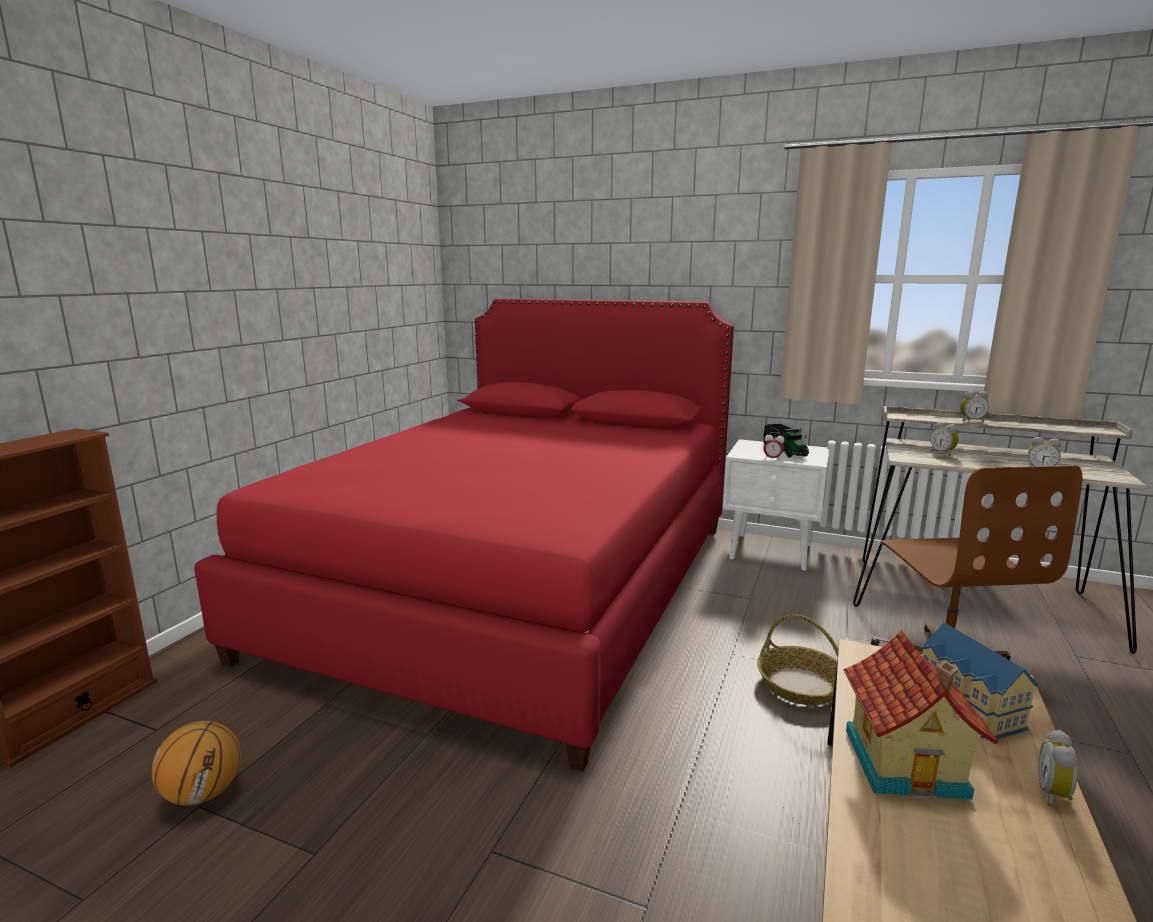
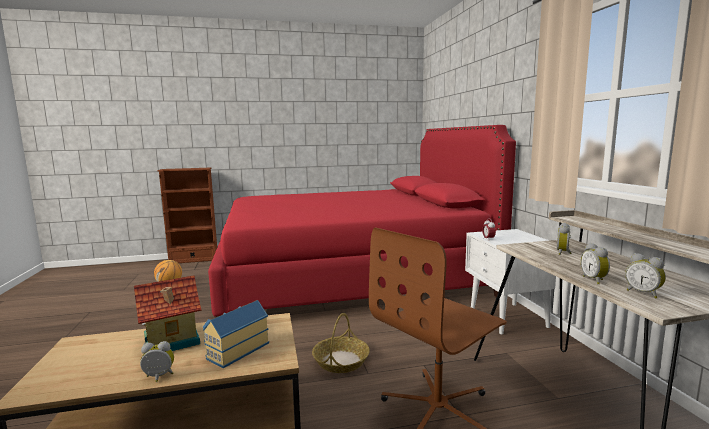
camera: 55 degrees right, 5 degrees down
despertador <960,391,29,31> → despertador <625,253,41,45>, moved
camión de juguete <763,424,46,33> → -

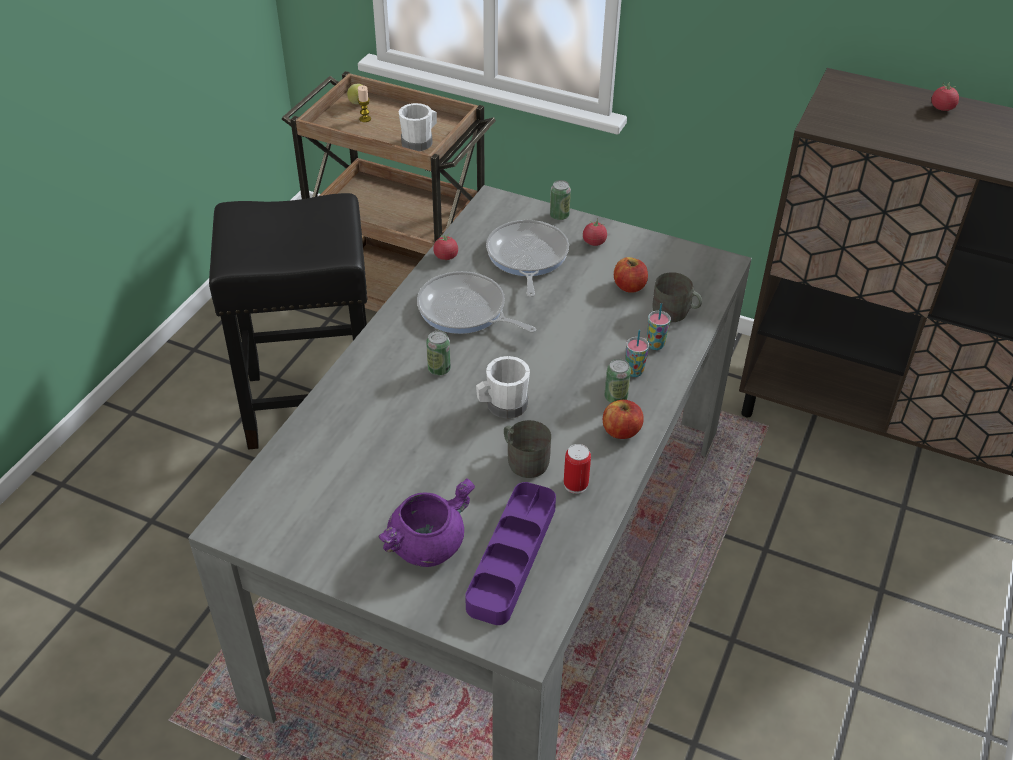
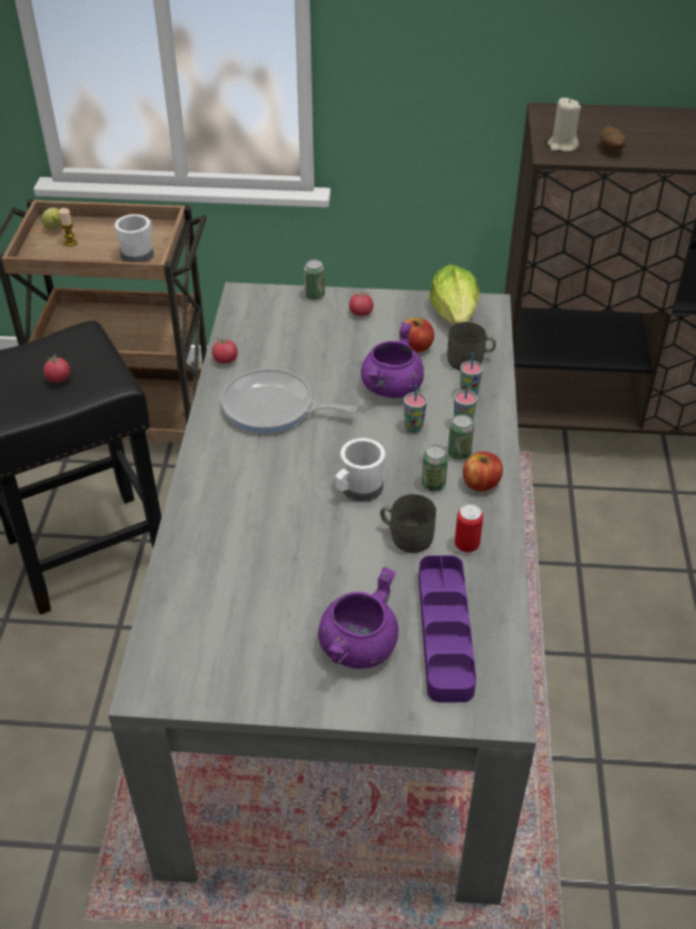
camera: 20 degrees left, 0 degrees up
tomate <931,82,28,29> → tomate <43,353,27,29>, moved
- → olla/morado <361,322,63,76>
- → taza <404,385,23,48>
lata <426,331,25,44> → lata <422,445,26,47>, moved
- → lechuga <429,264,50,61>
- → vela/beis <547,98,34,54>
- → patata <600,126,27,25>
sartén <486,220,83,77> → -

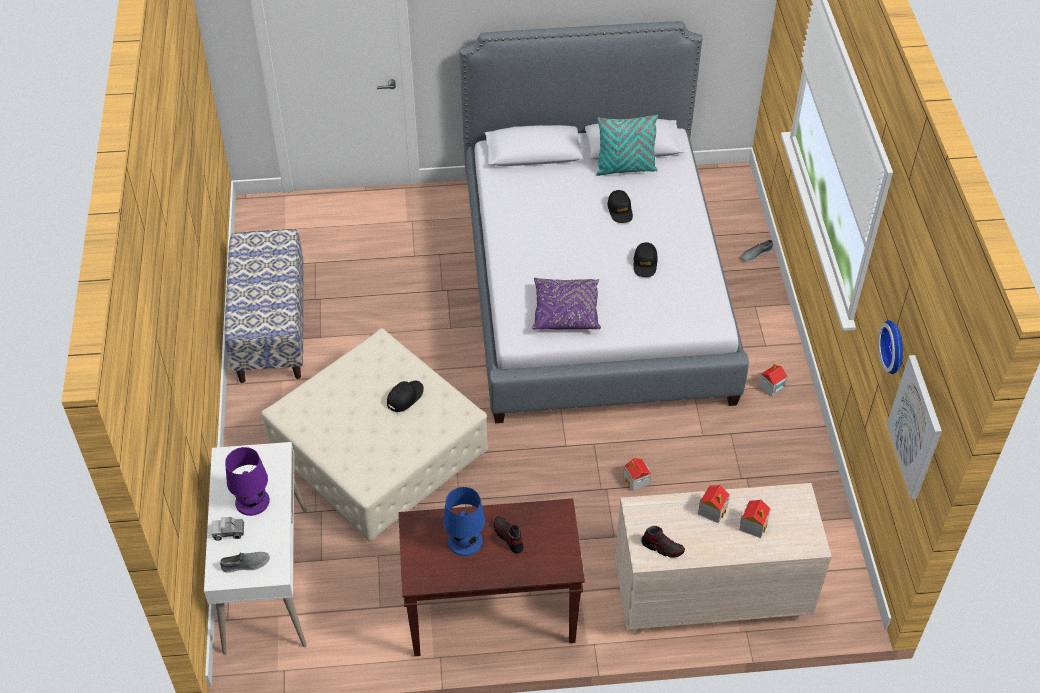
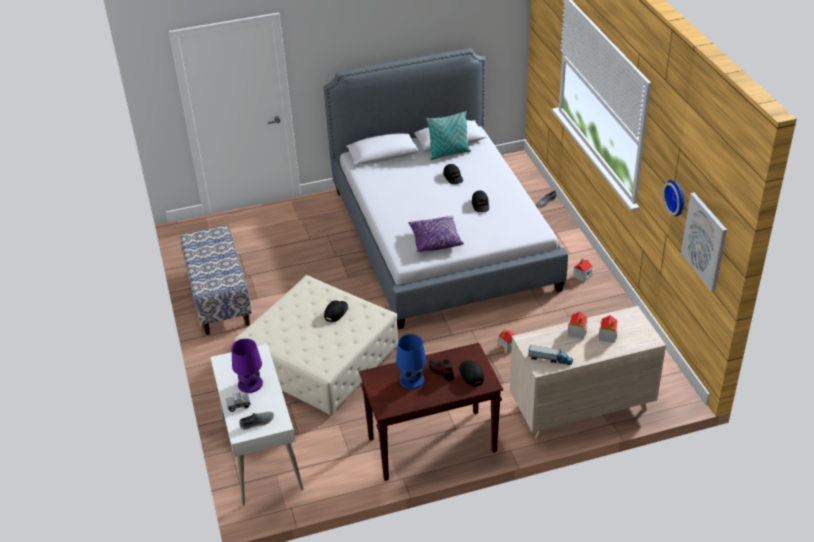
camera: 10 degrees left, 10 degrees down
- → gorra/negro <460,361,24,25>
zapato <641,526,44,32> → camión de juguete <528,345,45,20>

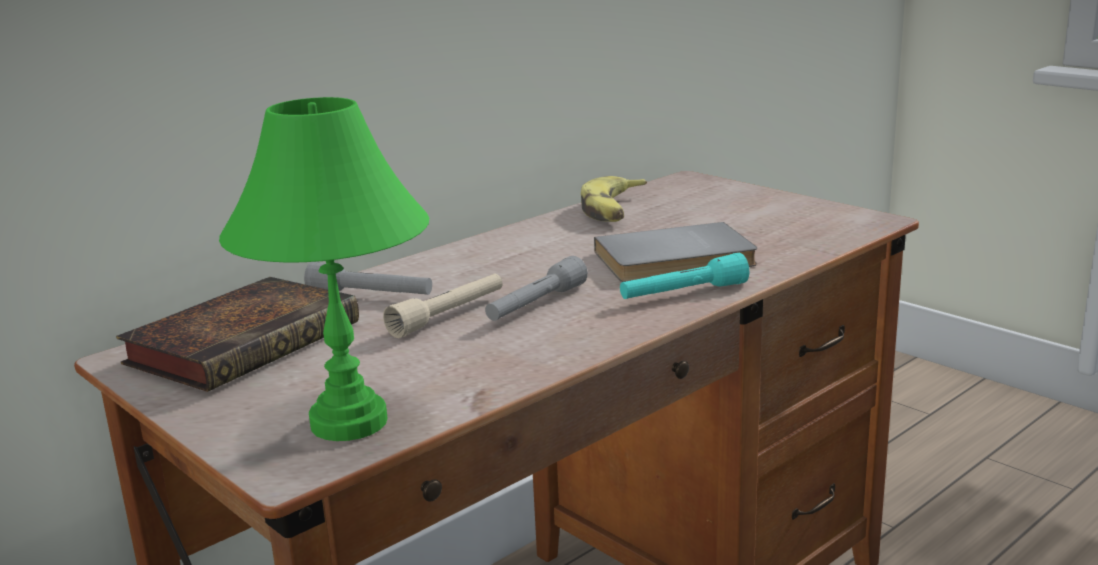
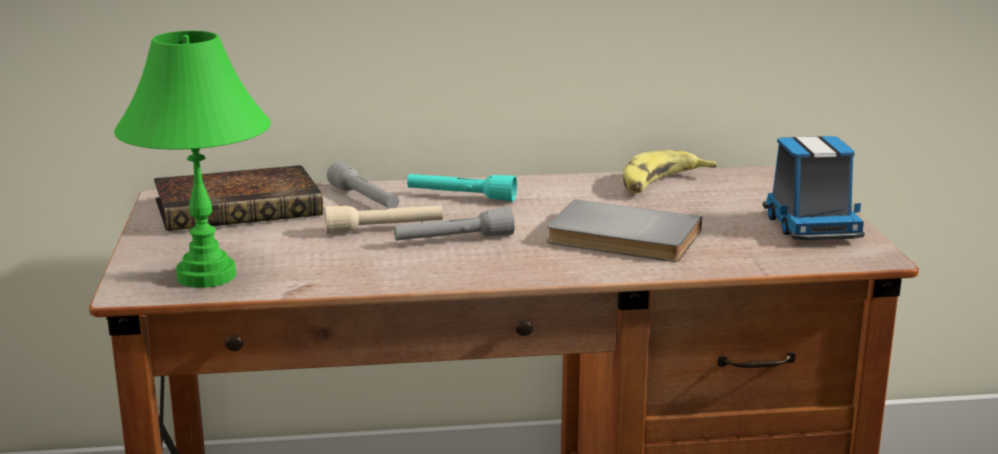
camera: 35 degrees right, 0 degrees up
linterna/turquesa <620,253,130,46> → linterna/turquesa <407,174,110,28>, moved
- → camión de juguete <762,136,103,104>

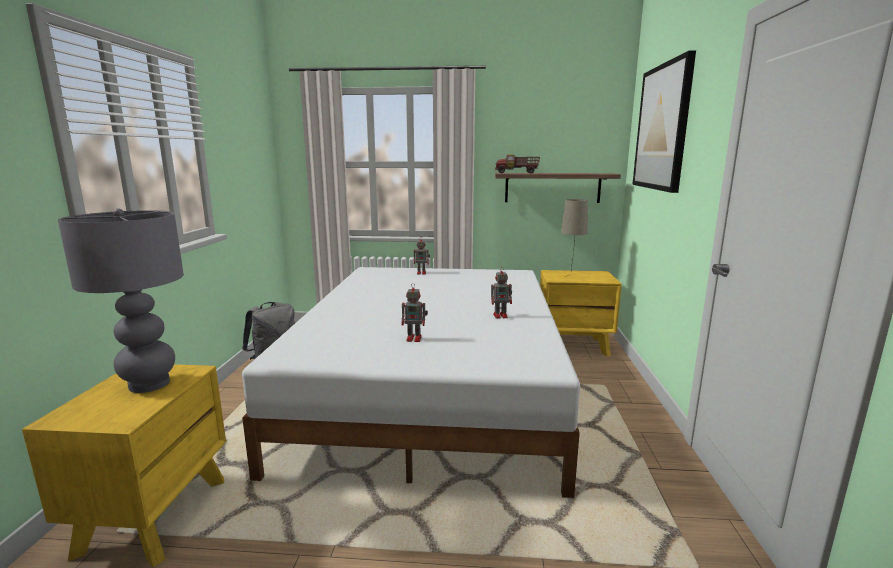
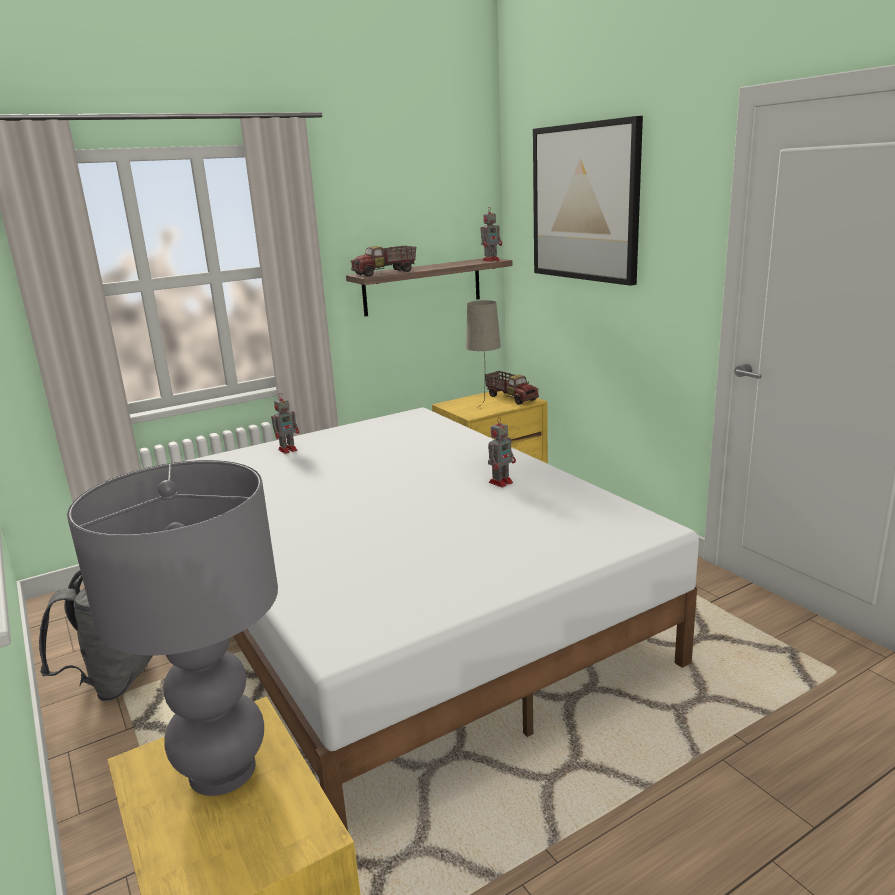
camera: 35 degrees left, 5 degrees up
robot de juguete <402,283,26,59> → robot de juguete <481,208,21,54>, moved
- → camión de juguete <485,371,54,34>

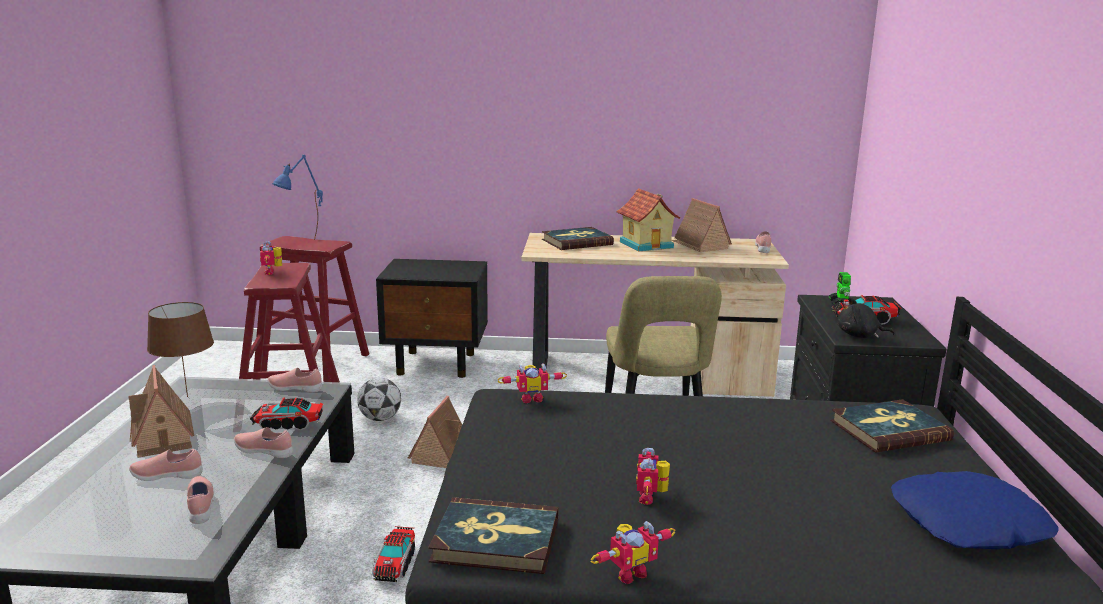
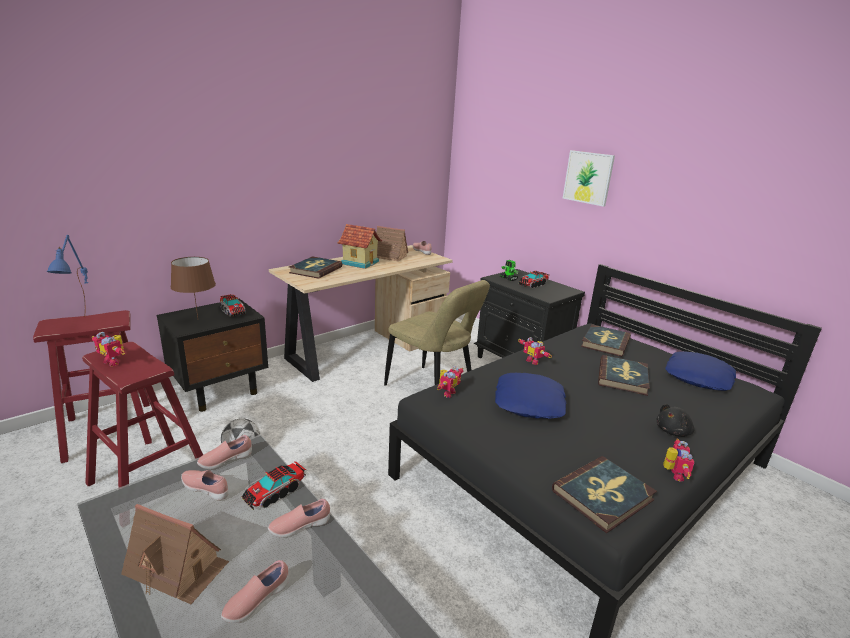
camera: 45 degrees left, 5 degrees up
lámpara de mesa/marrón <147,302,67,95> → lámpara de mesa/marrón <171,257,45,61>, moved
zapato/rosa <187,476,28,48> → zapato/rosa <181,470,48,30>, moved
camión de juguete <372,526,43,56> → camión de juguete <220,294,26,23>, moved
- → cojín/azul <495,373,72,46>
robot de juguete <636,448,34,57> → robot de juguete <518,337,34,28>, moved
- → cuadro <563,150,52,57>
- → libro <598,355,52,41>
peluche/negro <838,297,57,41> → peluche/negro <657,404,37,33>, moved
casita <408,396,54,72> → -

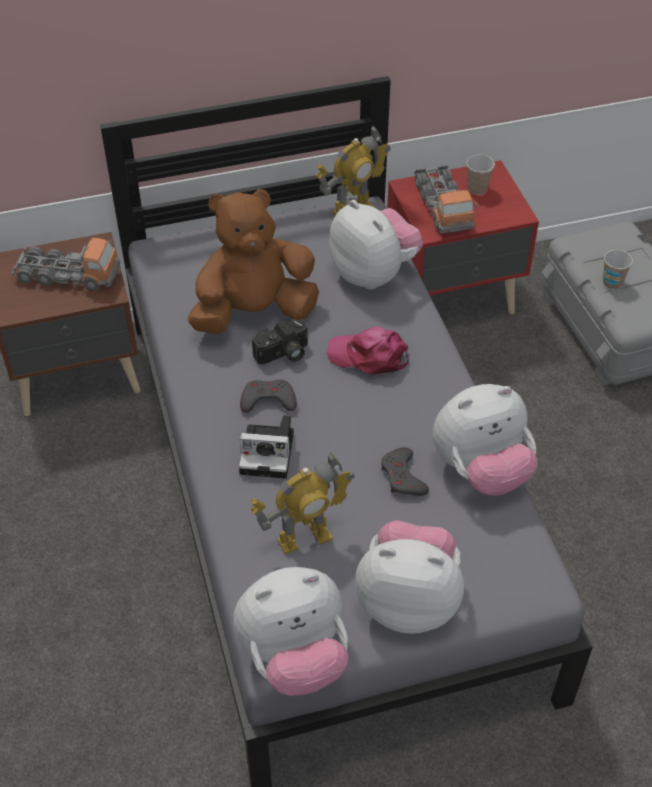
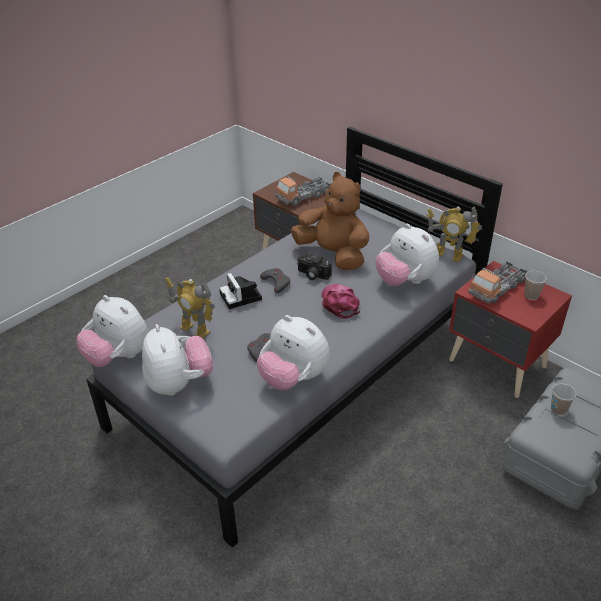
camera: 60 degrees right, 10 degrees down
camión de juguete <12,238,109,53> → camión de juguete <275,176,56,30>, 75 degrees clockwise
peluche <329,200,94,90> → peluche <375,224,64,62>, 120 degrees clockwise

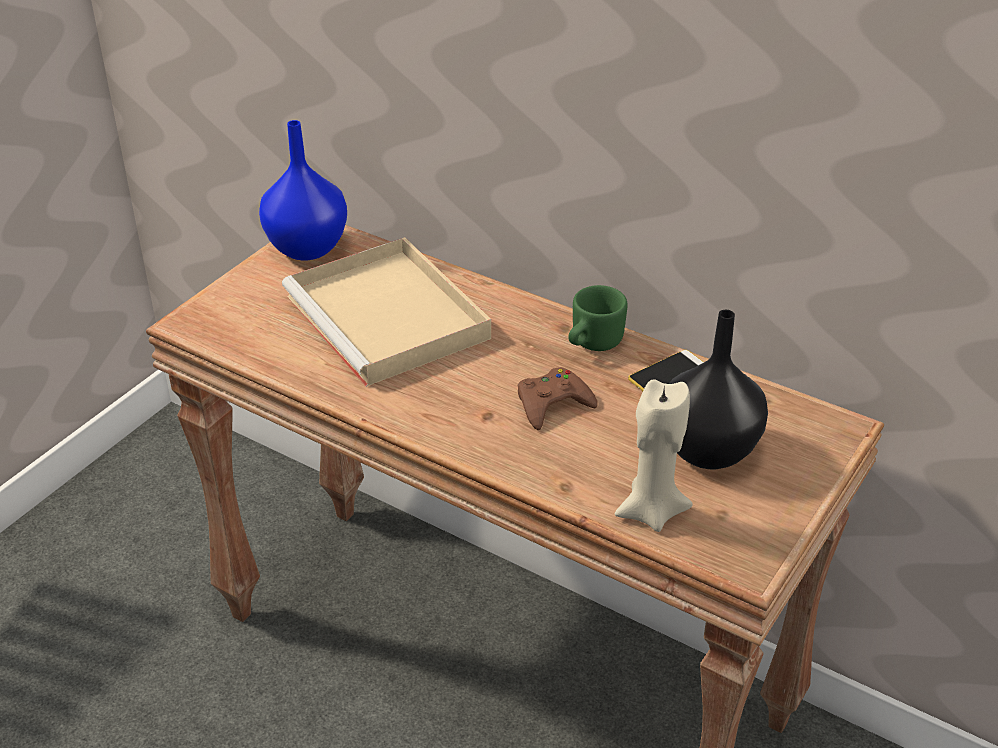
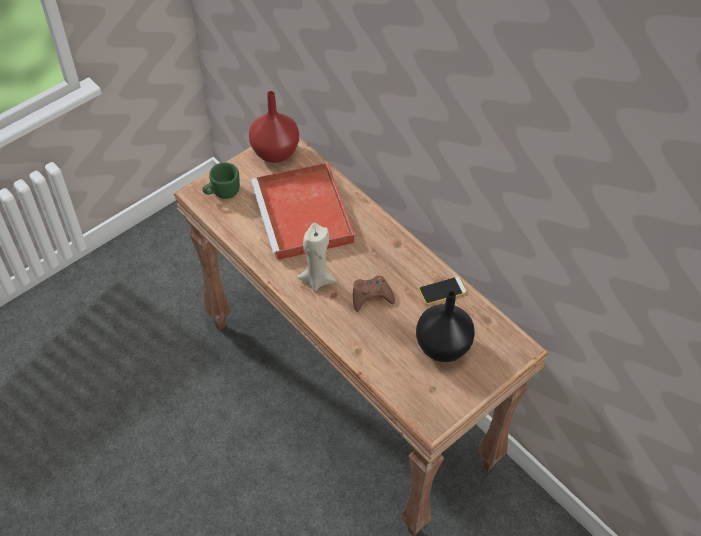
camera: 15 degrees right, 15 degrees up
taza grande/verde <568,285,59,66> → taza grande/verde <202,162,38,37>, moved
florero/azul <259,120,88,140> → florero/rojo <249,91,50,72>
bandeja/beis <282,237,209,150> → bandeja/rojo <251,163,104,97>
vela/beis <615,380,78,152> → vela/beis <297,223,40,68>, moved

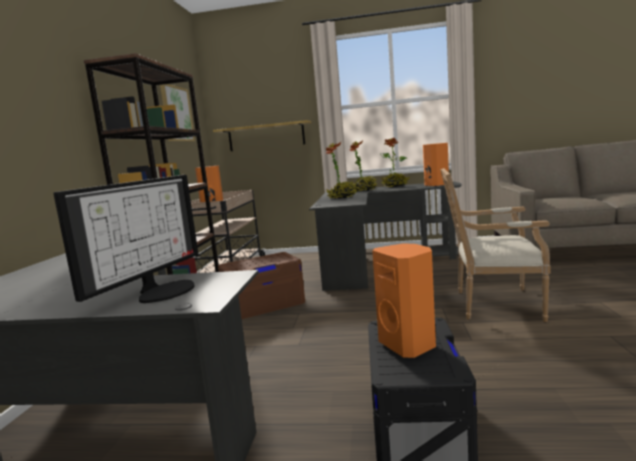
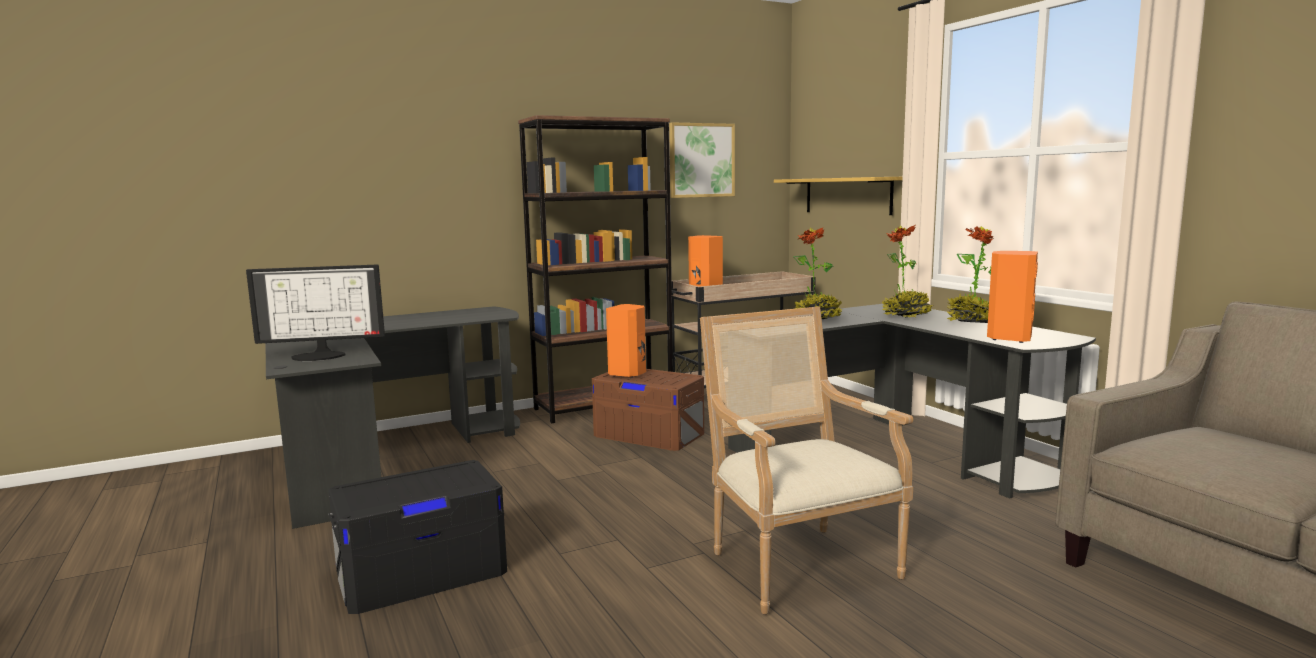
camera: 55 degrees right, 0 degrees up
altavoz/naranja <372,243,64,115> → altavoz/naranja <606,304,40,74>, moved

